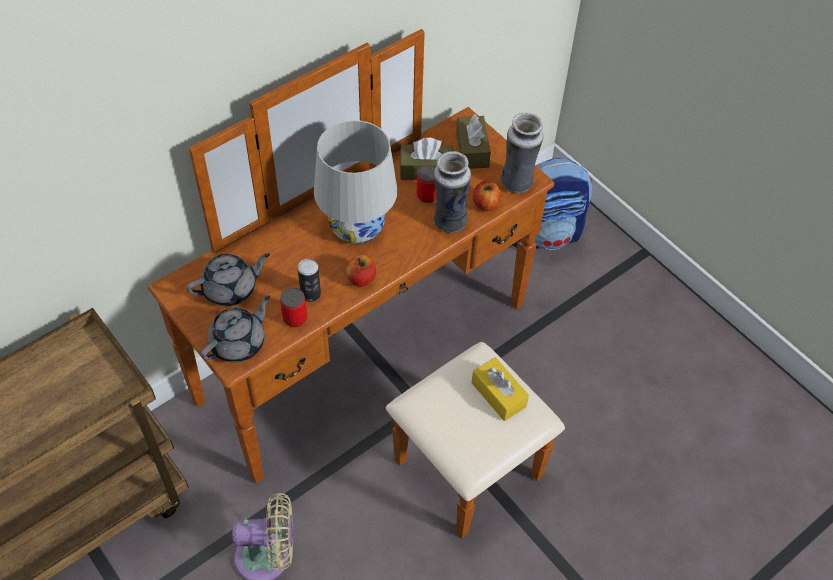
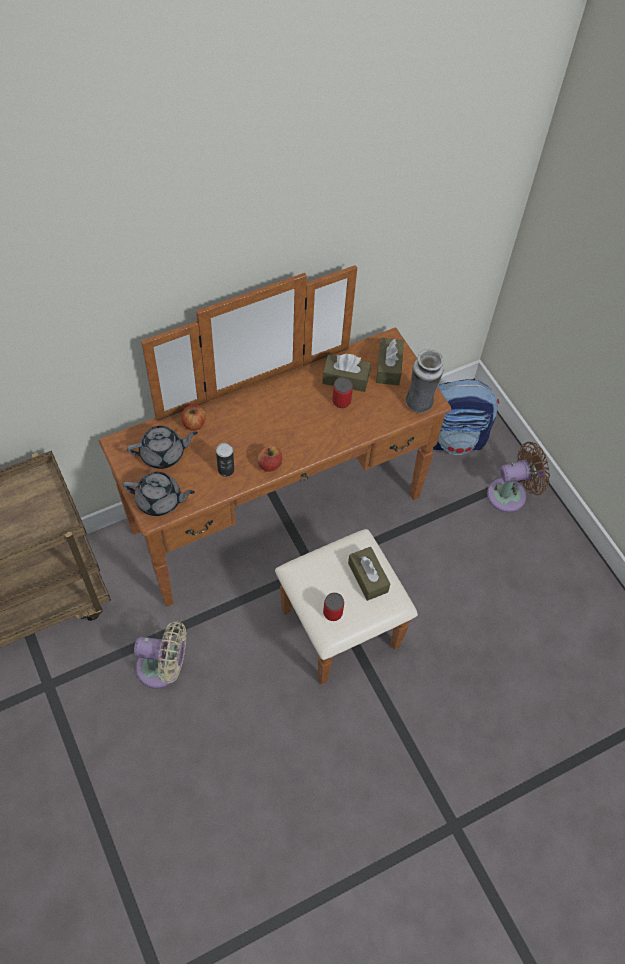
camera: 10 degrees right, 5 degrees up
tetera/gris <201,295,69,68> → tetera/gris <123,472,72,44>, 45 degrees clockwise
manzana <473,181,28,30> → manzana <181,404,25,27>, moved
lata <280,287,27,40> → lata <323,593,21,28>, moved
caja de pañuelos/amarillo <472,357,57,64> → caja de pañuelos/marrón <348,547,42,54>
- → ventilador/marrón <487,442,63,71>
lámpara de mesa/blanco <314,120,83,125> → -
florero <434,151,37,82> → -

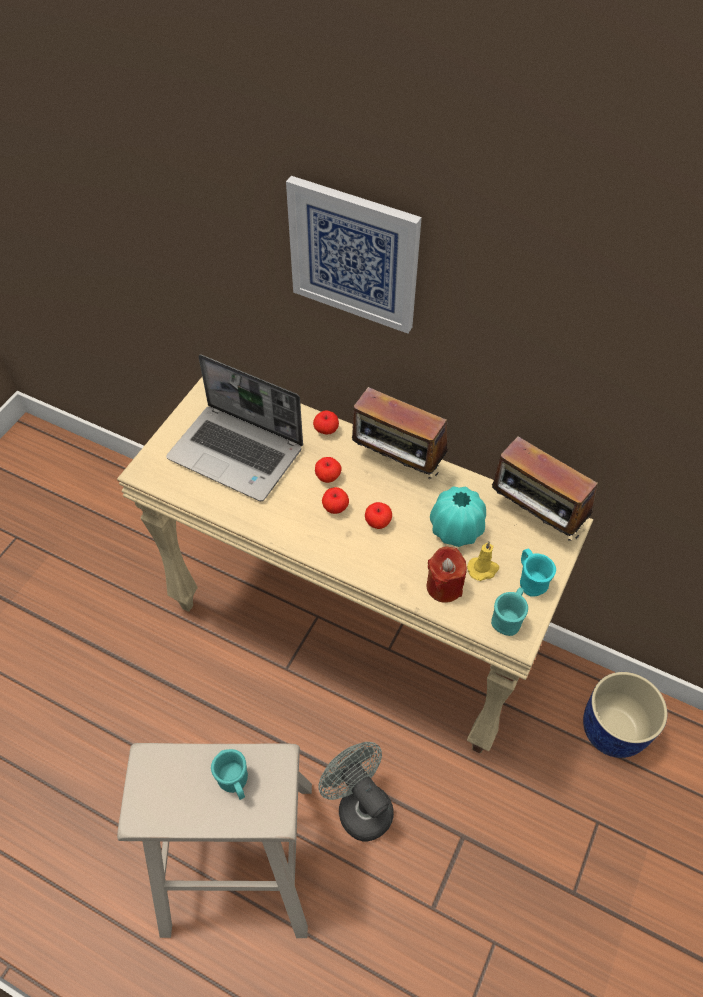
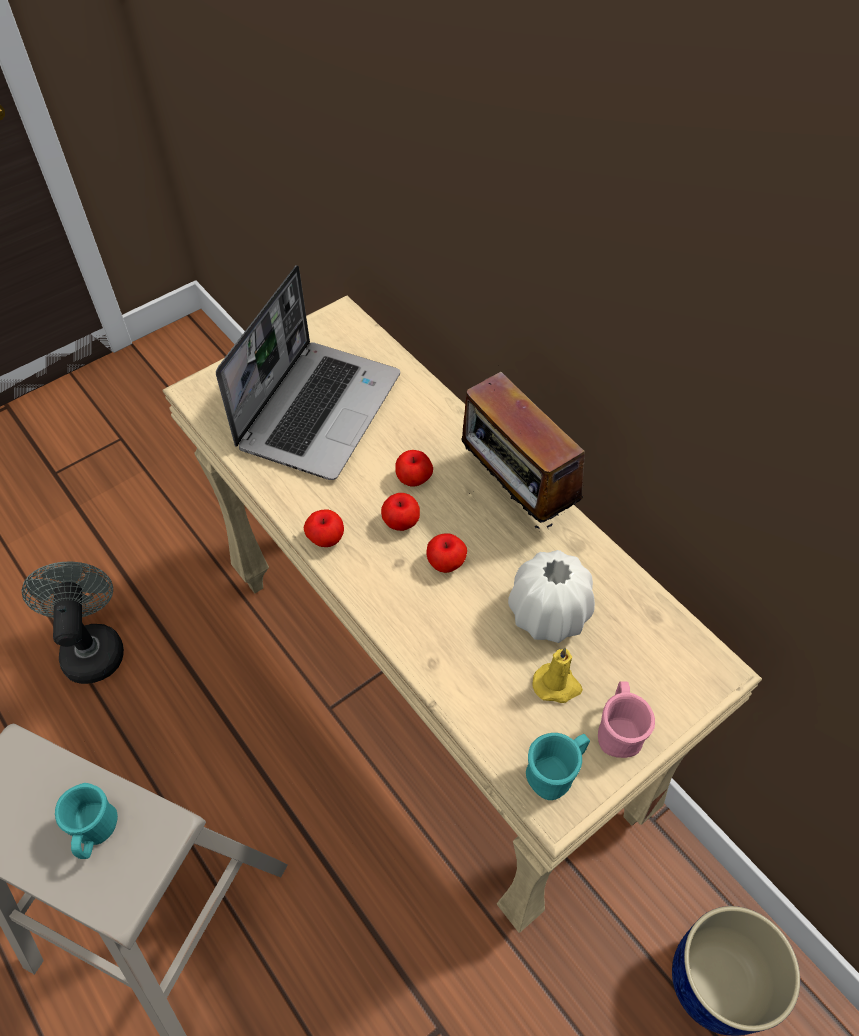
camera: 25 degrees right, 0 degrees up
ventilador/gris <318,742,76,99> → ventilador/gris <22,562,102,122>, moved
portátil <166,354,137,147> → portátil <216,265,184,215>, 120 degrees counterclockwise
manzana <313,411,26,24> → manzana <304,509,40,38>, moved
florero/turquesa <430,486,56,61> → florero/blanco <508,550,87,93>
taza grande/turquesa <520,548,36,49> → taza grande/rosa <598,681,57,77>
cuadro <286,176,136,158> → -
vela/rojo <427,547,40,56> → -
radio <492,436,106,105> → -

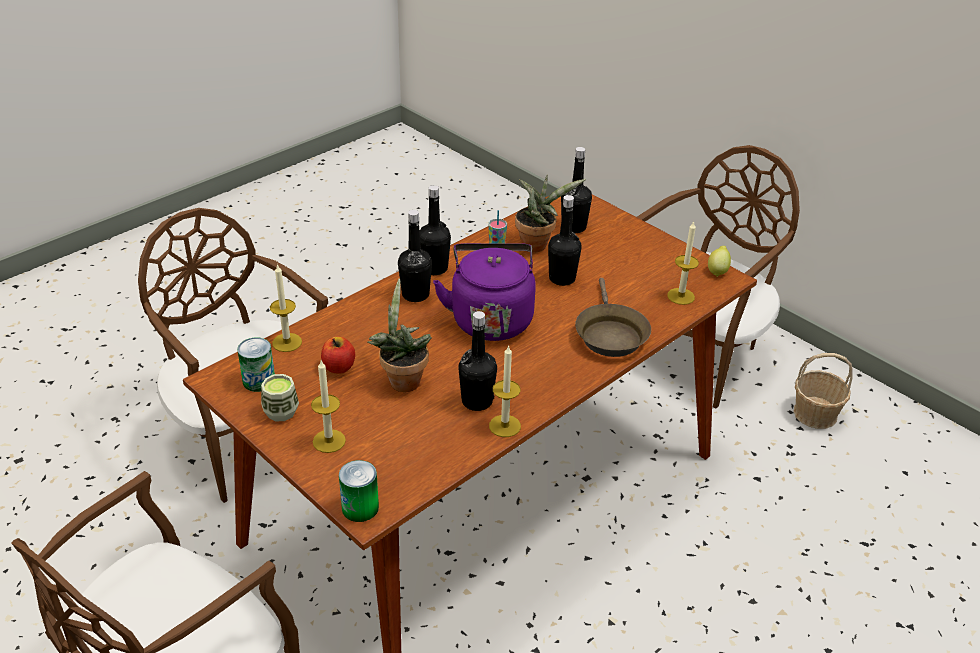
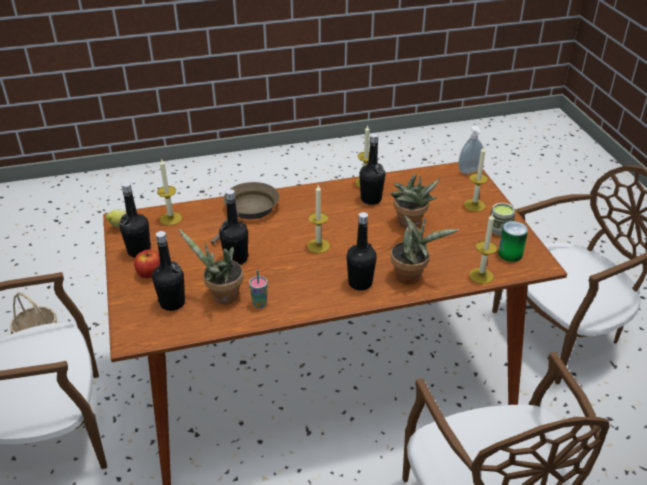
camera: 150 degrees left, 0 degrees up
botella/negro <419,185,32,90> → botella/negro <120,182,31,76>, moved
manzana <321,336,34,38> → manzana <134,249,26,30>, moved
hervidor/morado <433,243,103,98> → vela <307,185,23,68>
- → planta en maceta <391,215,68,70>
lata <339,460,40,62> → dispensador de jabón <458,126,25,48>

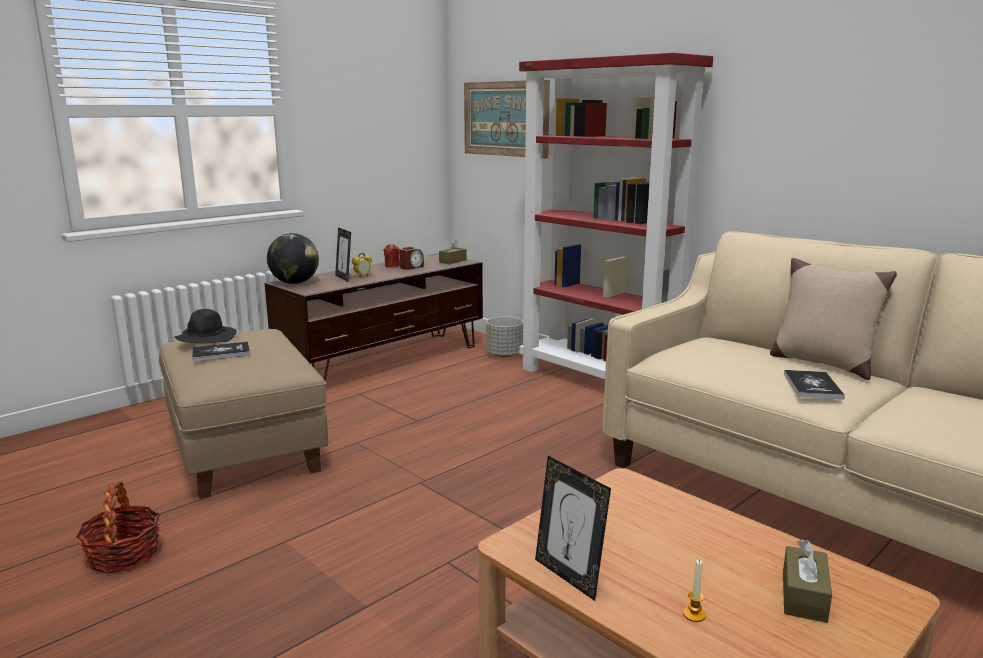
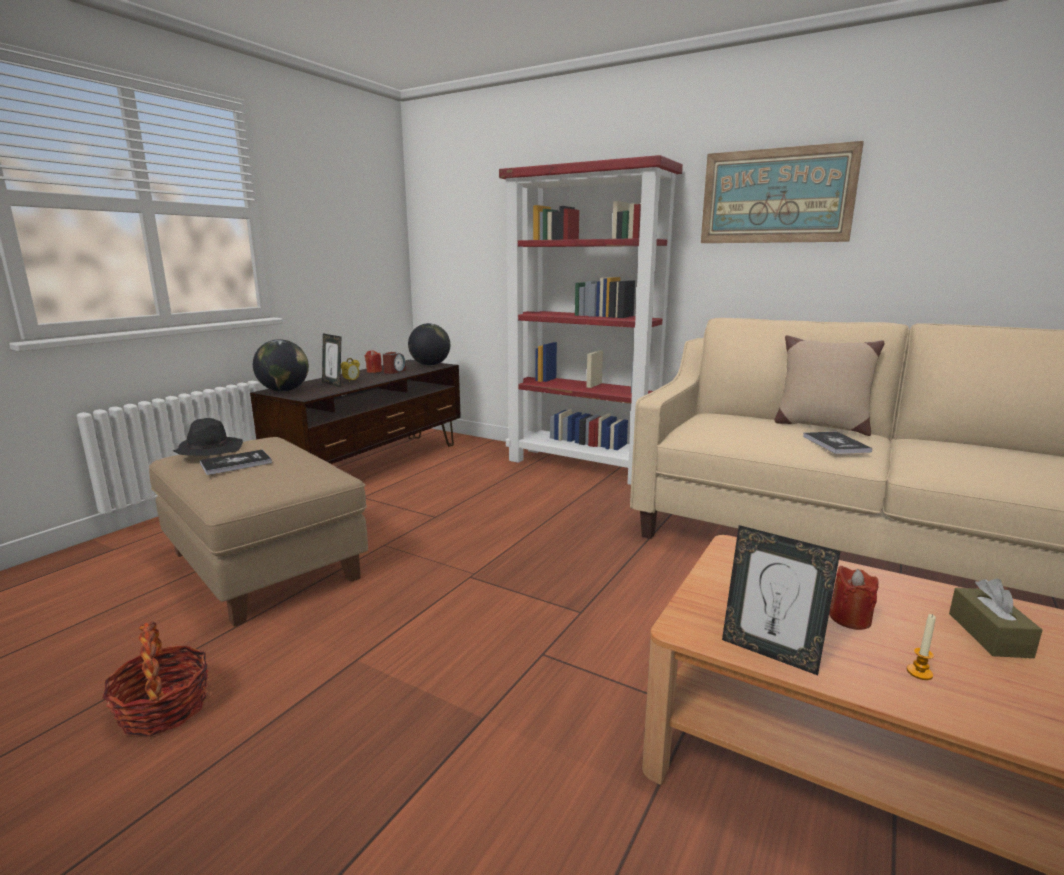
camera: 15 degrees left, 0 degrees up
caja de pañuelos/marrón <439,239,28,25> → globo terráqueo <408,323,42,43>
cuadro <464,80,86,78> → cuadro <701,141,163,102>, moved
- → vela/rojo <829,565,50,65>
maceta/gris <486,317,37,40> → -

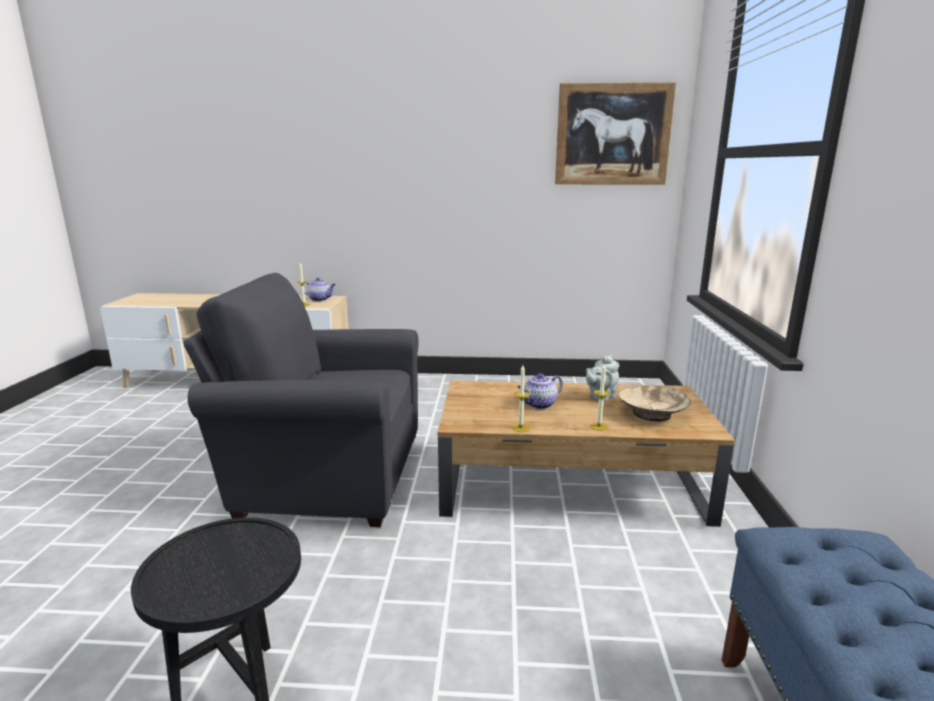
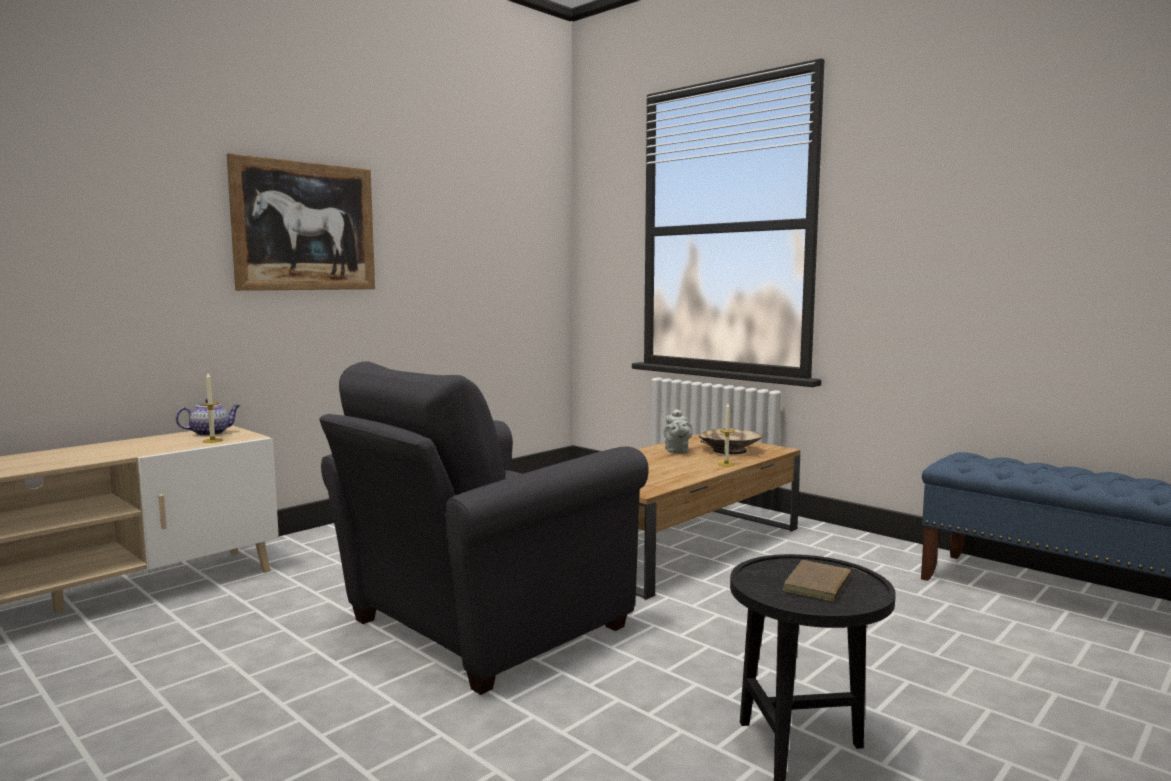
camera: 50 degrees left, 10 degrees down
cuadro <555,82,121,103> → cuadro <227,153,148,138>, moved
- → libro/marrón <782,560,85,42>
vela <512,366,18,66> → -
tetera <517,373,46,36> → -

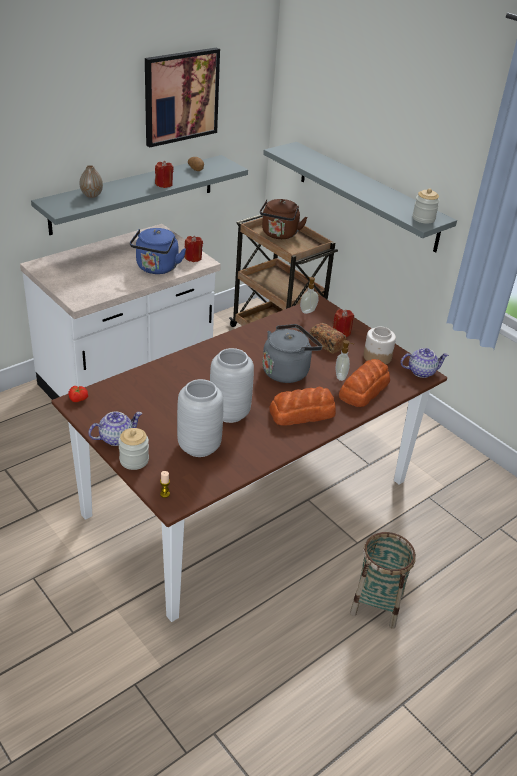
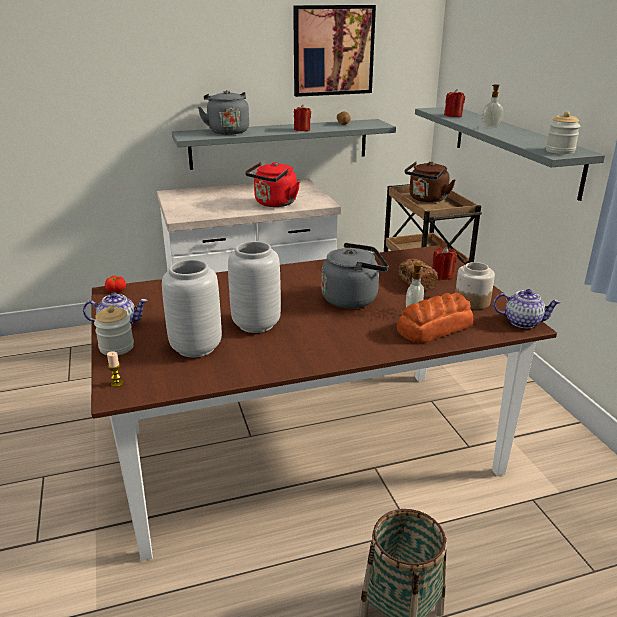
camera: 25 degrees right, 10 degrees down
florero <80,165,23,33> → hervidor/gris <198,90,51,45>
hervidor/azul <130,228,56,46> → hervidor/rojo <245,162,55,45>
vela/rojo <184,236,19,26> → vela/rojo <444,89,21,28>, moved
dispensador de jabón <300,277,19,37> → dispensador de jabón <482,84,21,44>, moved
pan <269,387,67,39> → -

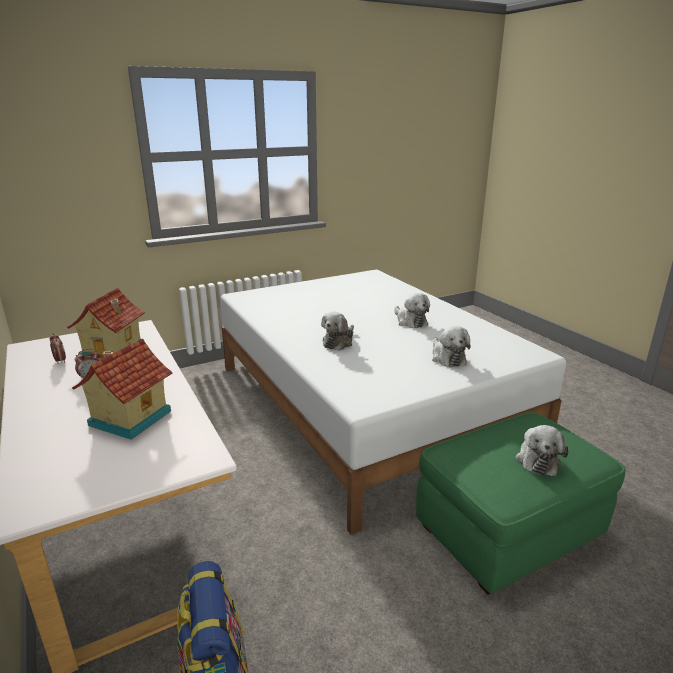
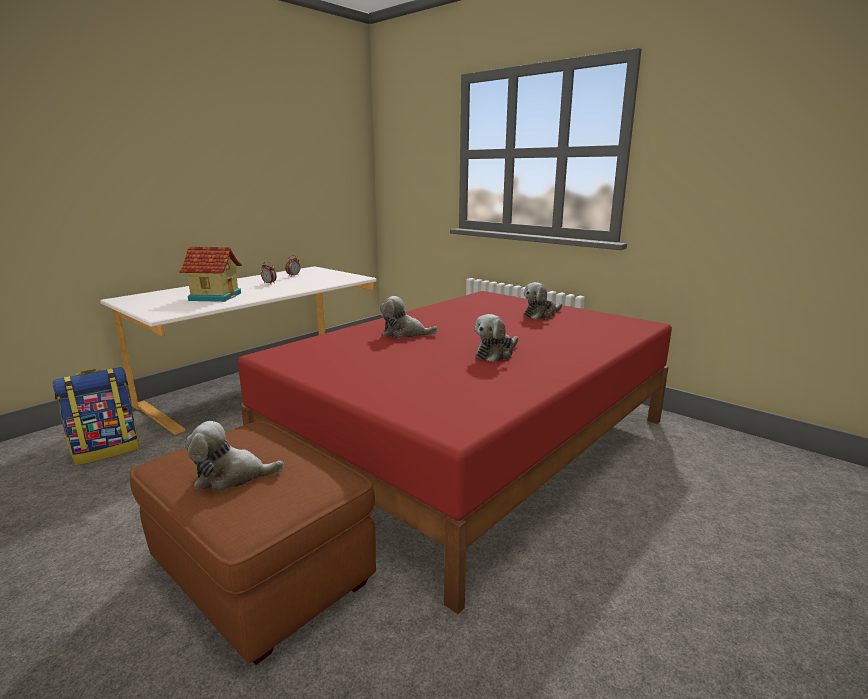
camera: 70 degrees right, 5 degrees down
puf/verde <416,412,210,183> → puf/marrón <130,421,246,244>
cama/blanco <221,270,345,265> → cama/rojo <238,291,434,323>
peluche <432,326,39,41> → peluche <524,282,38,37>, moved
casita <67,288,78,73> → -

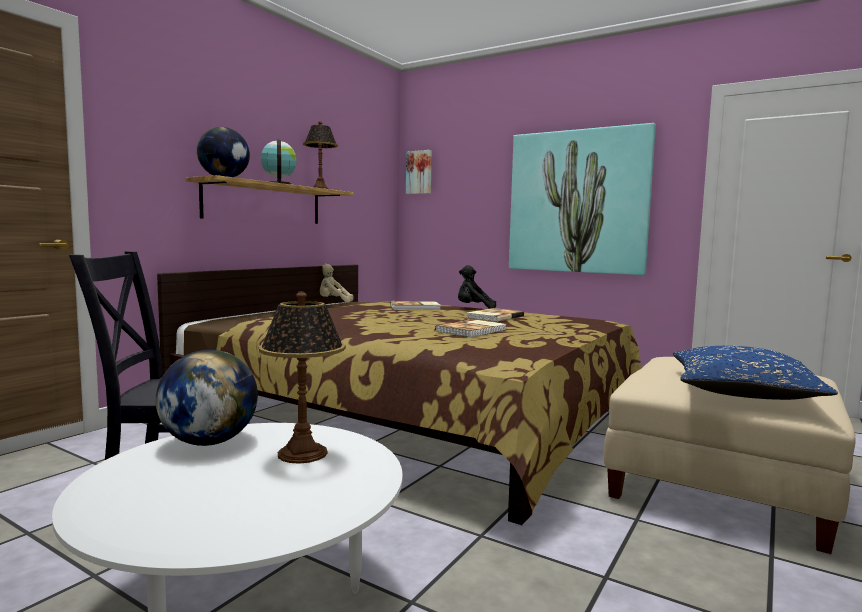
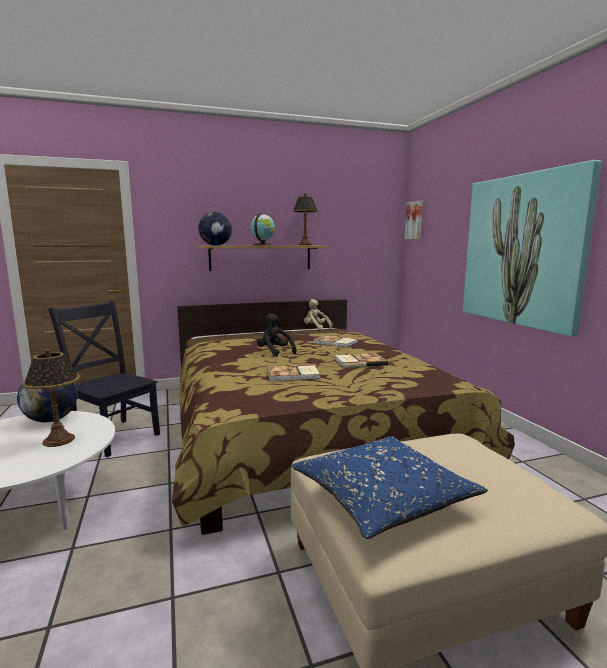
camera: 40 degrees right, 5 degrees up
peluche/negro <458,265,38,44> → peluche/negro <257,313,40,44>, moved

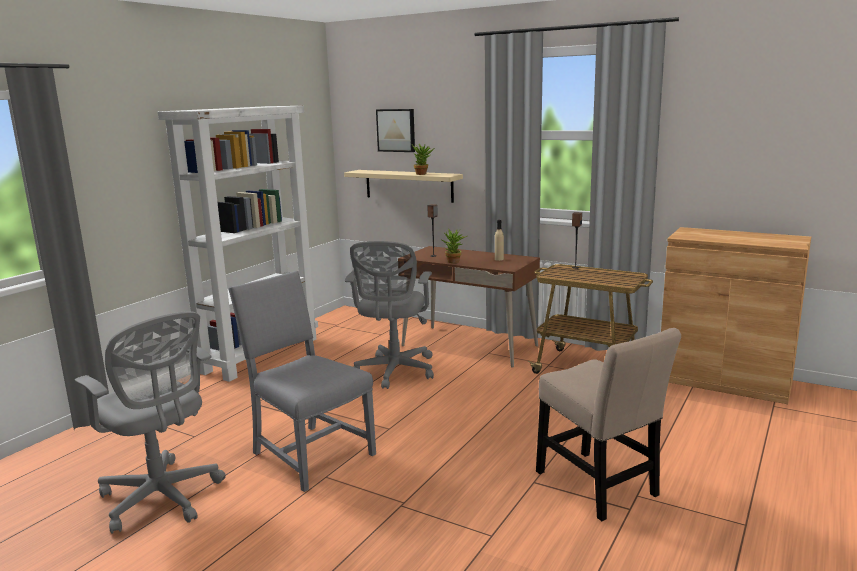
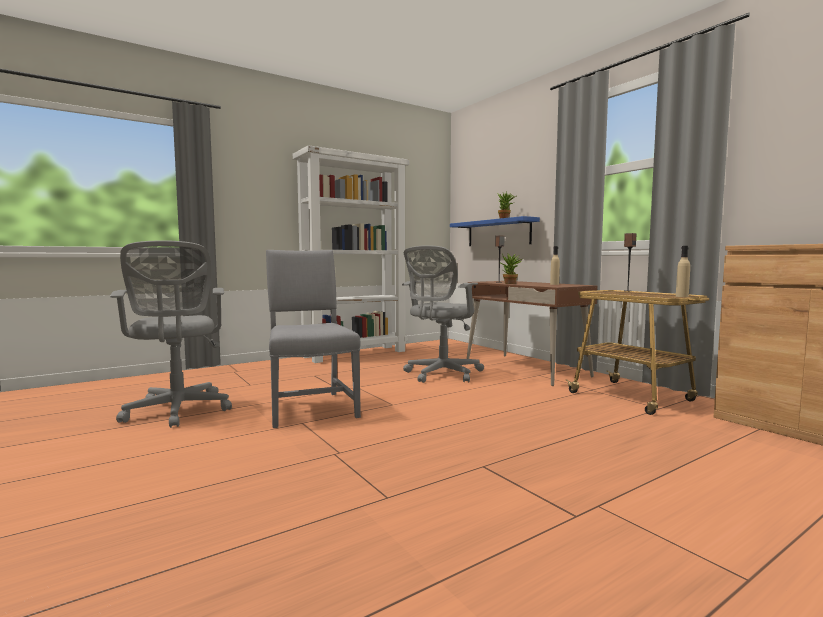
camera: 25 degrees right, 10 degrees down
estante/beis <344,170,119,33> → estante/azul <450,216,90,30>
- → botella/beis <676,246,14,51>
cuadro <376,109,39,43> → -
silla/beis <536,328,145,193> → -

